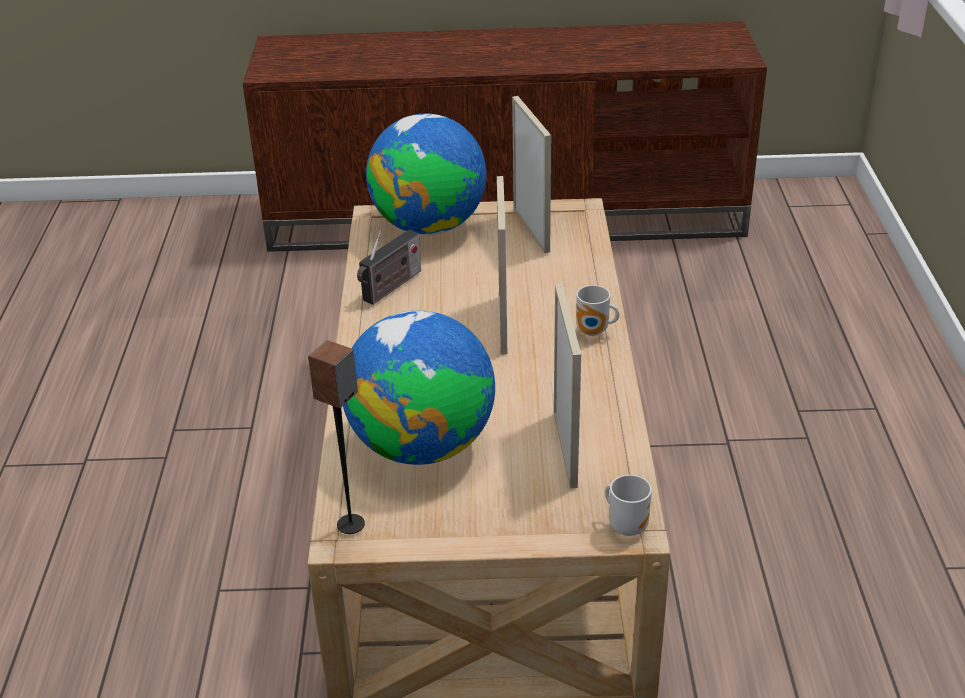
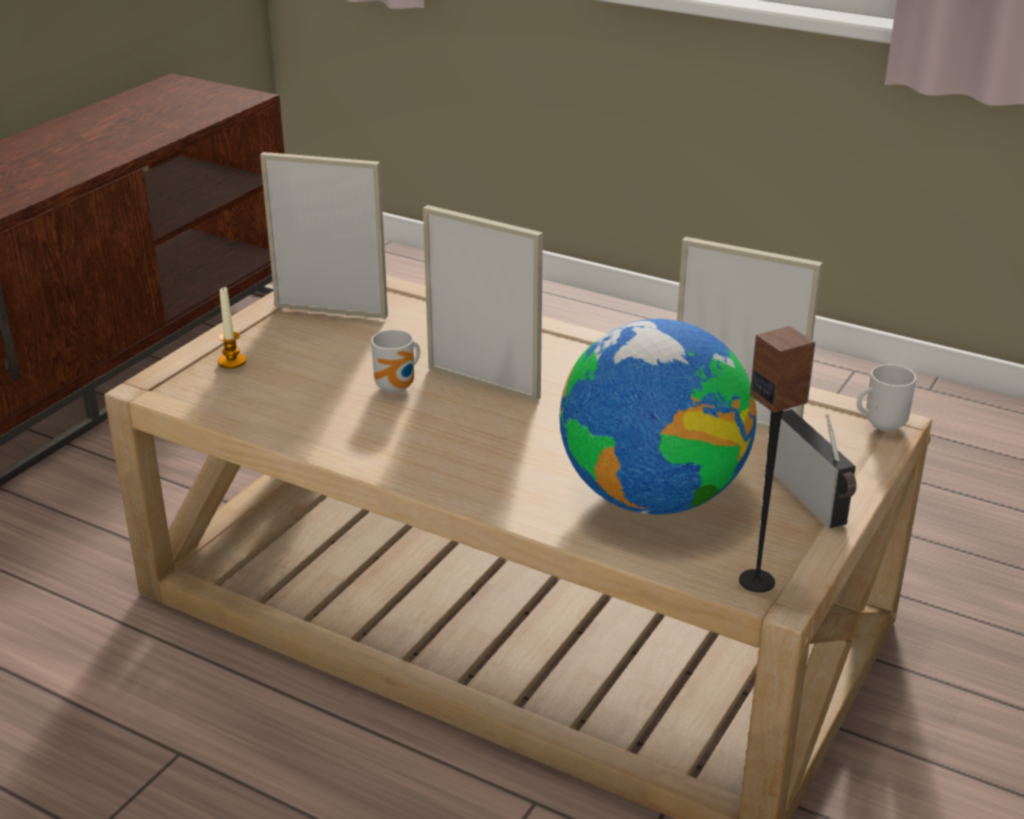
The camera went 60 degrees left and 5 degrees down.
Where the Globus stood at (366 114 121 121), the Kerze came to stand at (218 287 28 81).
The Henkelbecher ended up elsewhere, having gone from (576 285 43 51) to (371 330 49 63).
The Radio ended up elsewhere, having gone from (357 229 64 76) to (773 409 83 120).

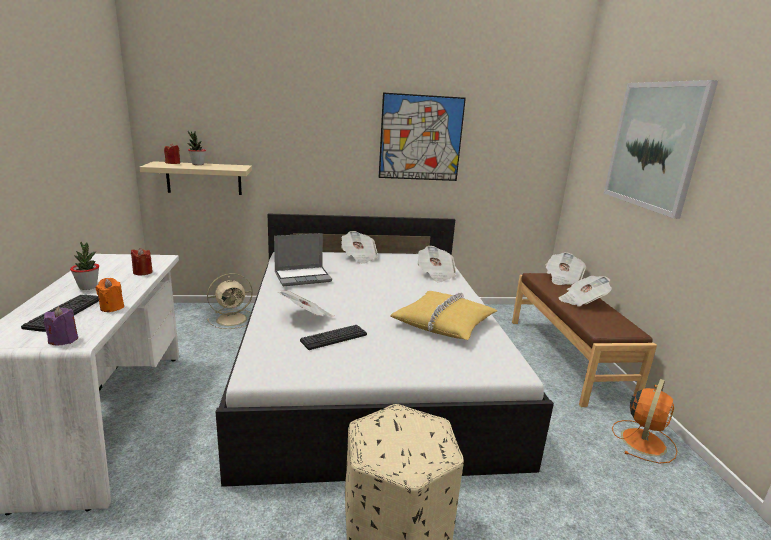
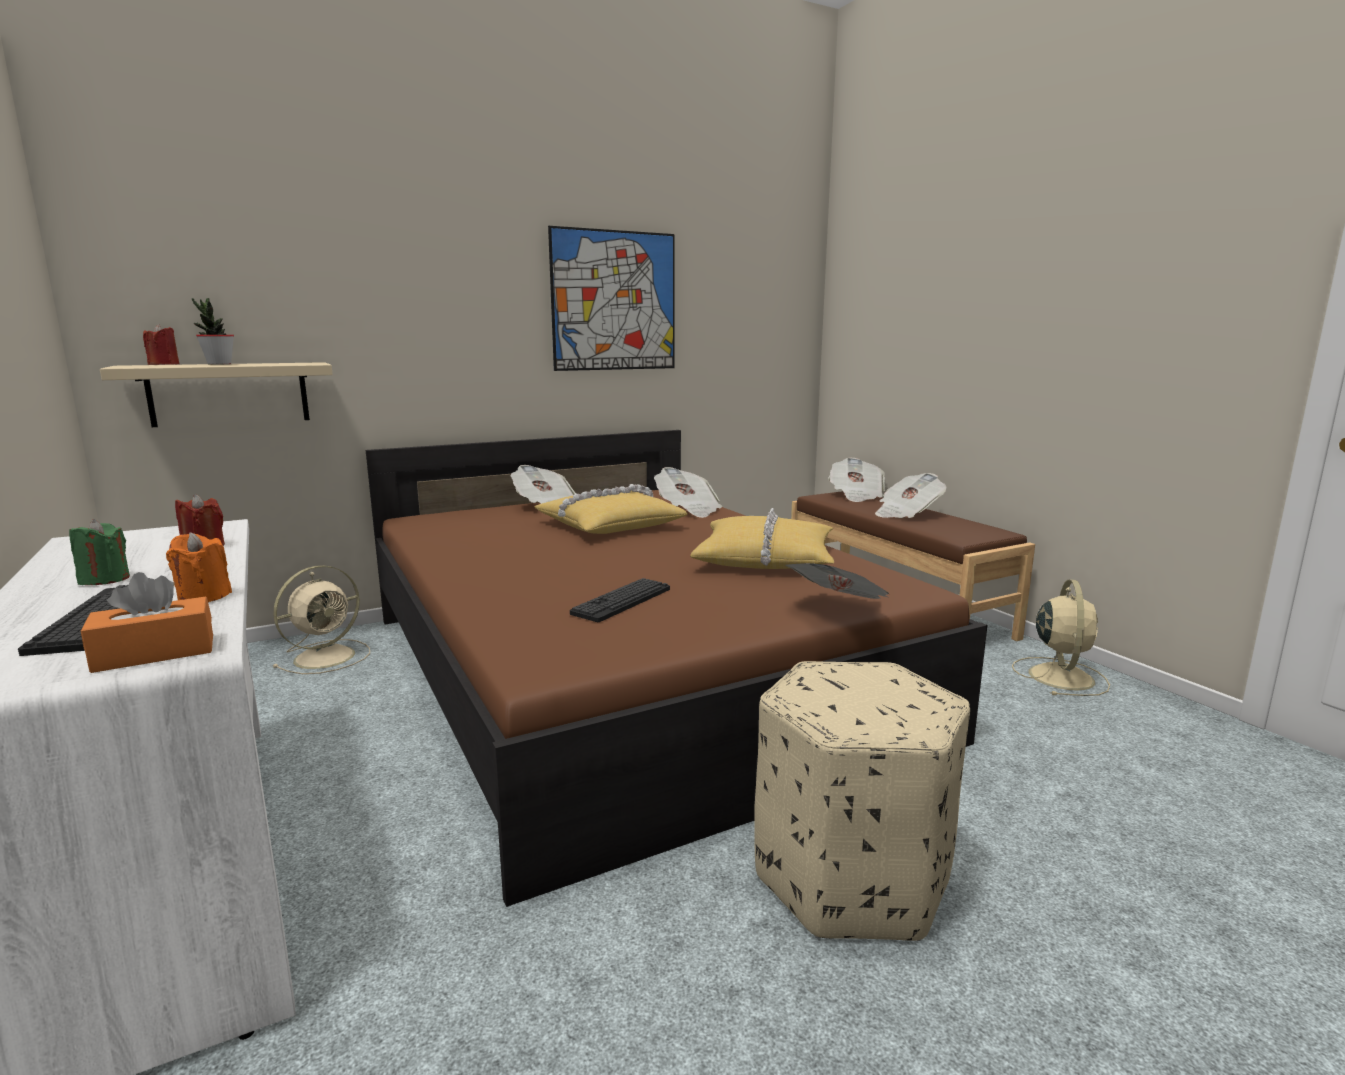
The camera went 20 degrees left and 5 degrees down.
Where the Topfpflanze stood at (70 242 29 48), the Kerze/grün came to stand at (69 519 61 66).
Where the Kerze/lila stood at (44 307 34 38), the Taschentuchbox/orange came to stand at (81 572 132 101).
What was the Bett/weiß at (216 214 338 273) turned into the Bett/braun at (366 430 621 477).
The second view gained the Kissen/gelb at (535 484 153 50).
The Zeitung ended up elsewhere, having gone from (278 291 56 26) to (785 563 104 36).
What was the Ventilator/orange at (612 379 66 85) turned into the Ventilator/beige at (1012 579 98 117).
The second view lost the Laptop at (274 233 58 53).
The second view lost the Bild at (604 80 114 139).

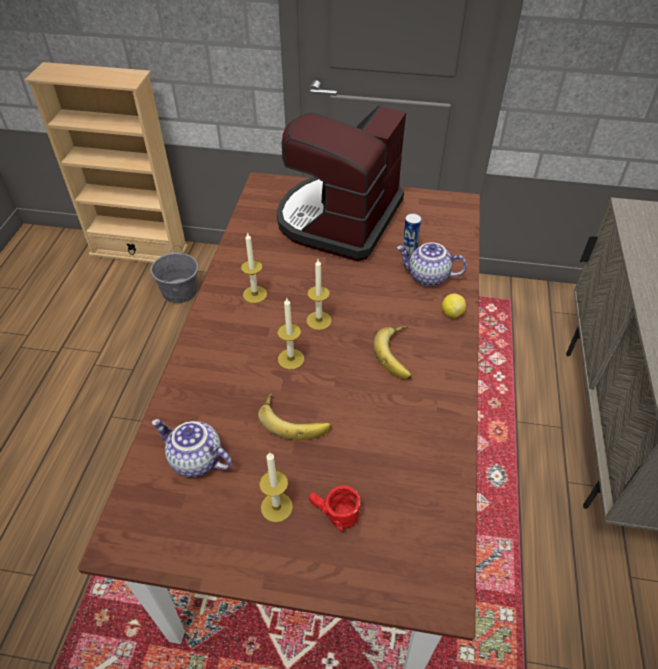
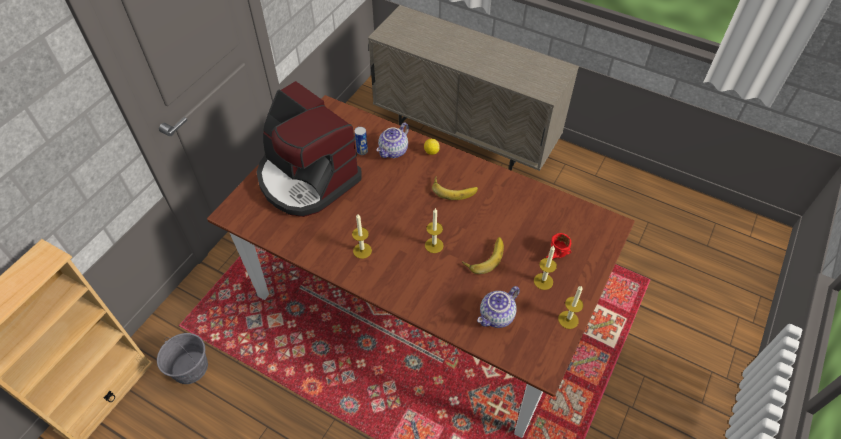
The camera went 70 degrees left and 5 degrees up.
The Kerze ended up elsewhere, having gone from (306 259 26 71) to (558 285 25 44).

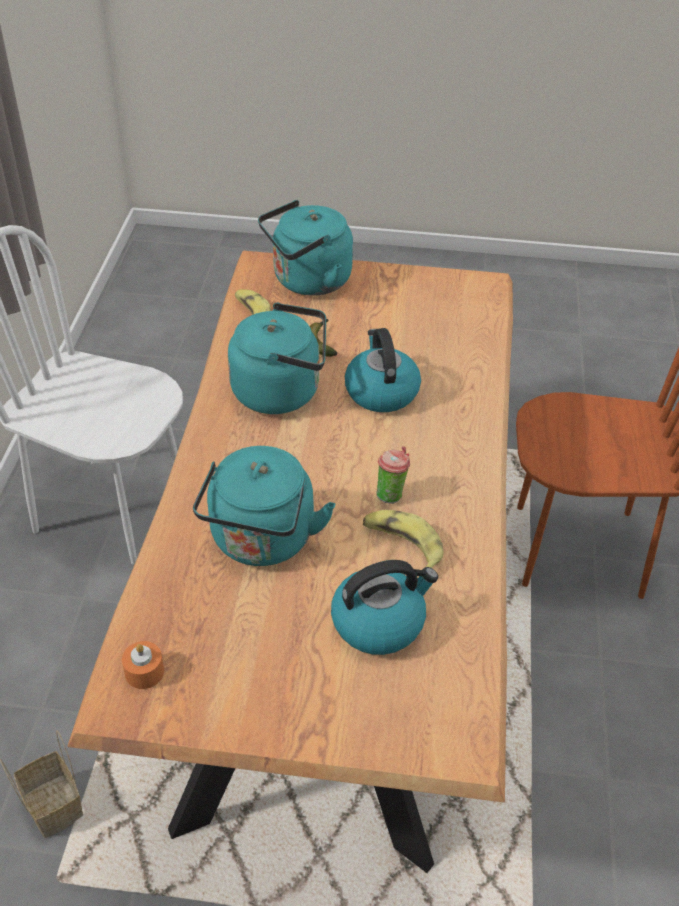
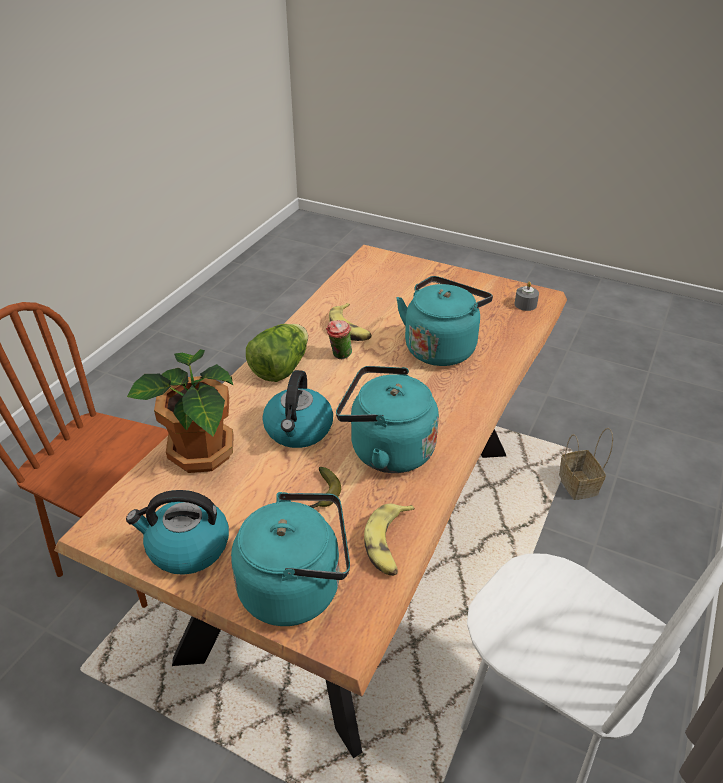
The camera went 160 degrees left and 5 degrees down.
The Wasserkessel ended up elsewhere, having gone from (331 560 107 95) to (126 490 103 85).
The second view gained the Topfpflanze at (127 349 107 124).
The second view gained the Salatkopf at (246 324 62 58).
What was the Kerze/orange at (122 641 42 48) turned into the Kerze/grau at (515 282 24 29).

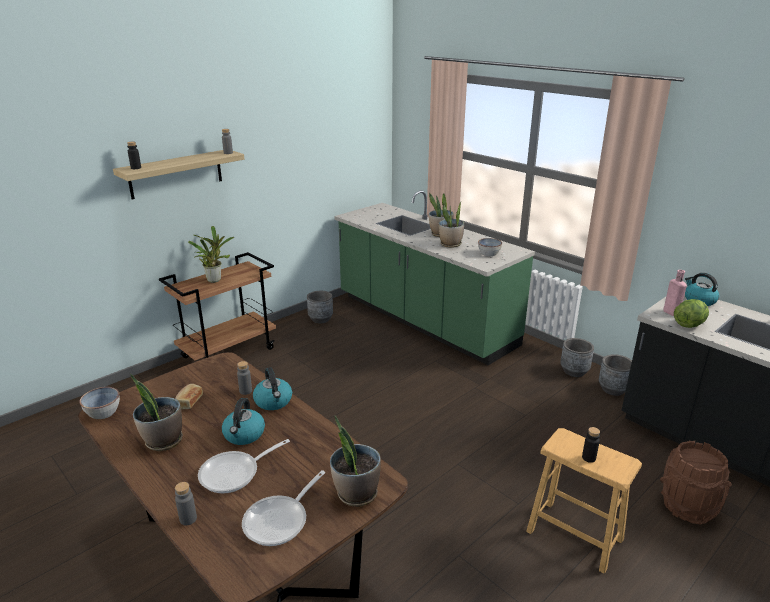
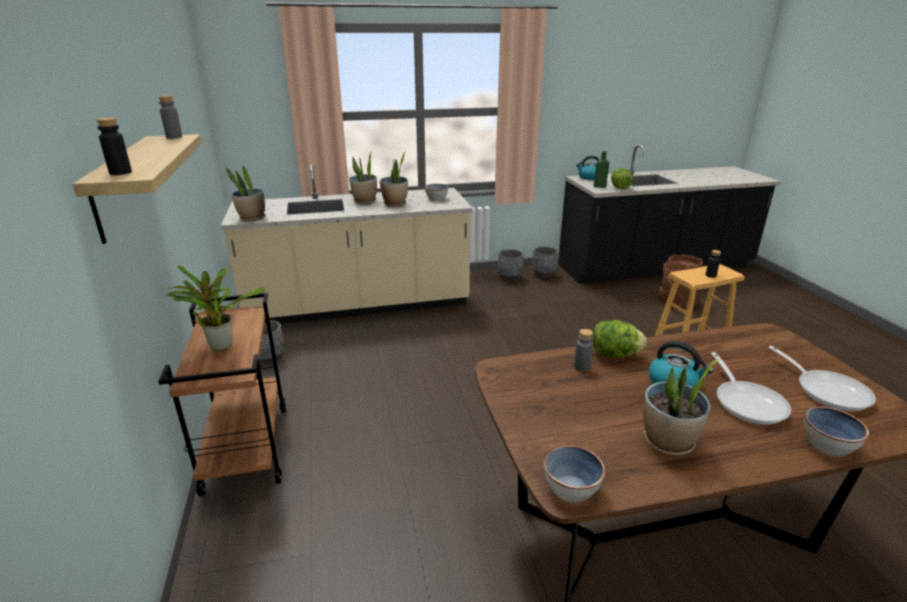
The camera went 60 degrees left and 0 degrees up.
What was the Küchenzeile/grün at (334 191 201 174) turned into the Küchenzeile/beige at (221 164 252 160).
The Topfpflanze ended up elsewhere, having gone from (330 416 51 91) to (226 166 39 55).
Where the Wasserkessel stood at (253 367 39 43), the Salatkopf came to stand at (593 320 53 38).
What was the Flasche/rosa at (663 270 24 46) turned into the Flasche/grün at (594 151 15 37).
Where the Flasche/grau stood at (175 482 22 43), the Schüssel came to stand at (803 406 66 50).
The second view lost the Brot at (175 384 28 26).

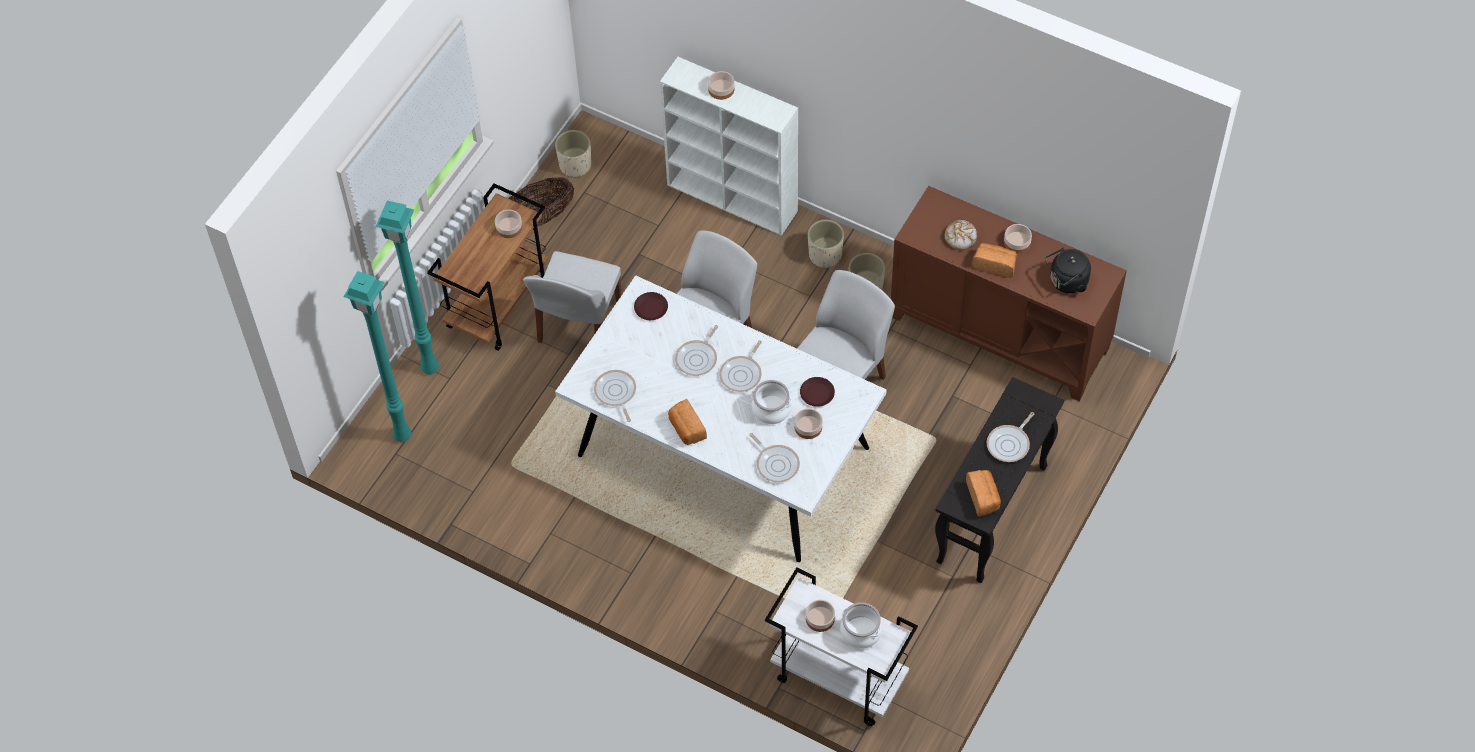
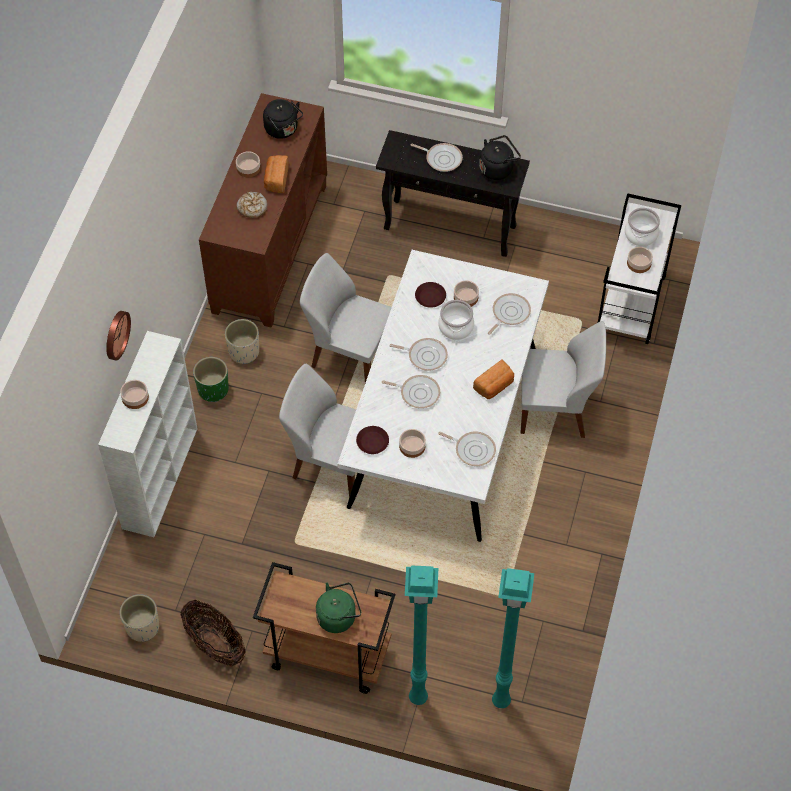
The camera went 105 degrees left and 0 degrees up.
The second view gained the Wanduhr at (106 311 25 50).
What was the Pflanzkübel/beige at (808 220 36 48) turned into the Pflanzkübel/grün at (193 357 36 45).
The second view gained the Wasserkessel/grün at (316 583 45 50).
The Schüssel ended up elsewhere, having gone from (495 210 27 28) to (399 429 27 29).
The Pfanne at (594 370 42 52) ended up facing another way, 120 degrees counterclockwise from before.
Where the Brot stood at (966 470 35 47), the Wasserkessel/schwarz came to stand at (479 135 42 45).
The Stuhl/weiß ended up elsewhere, having gone from (523 251 99 92) to (521 321 85 117).

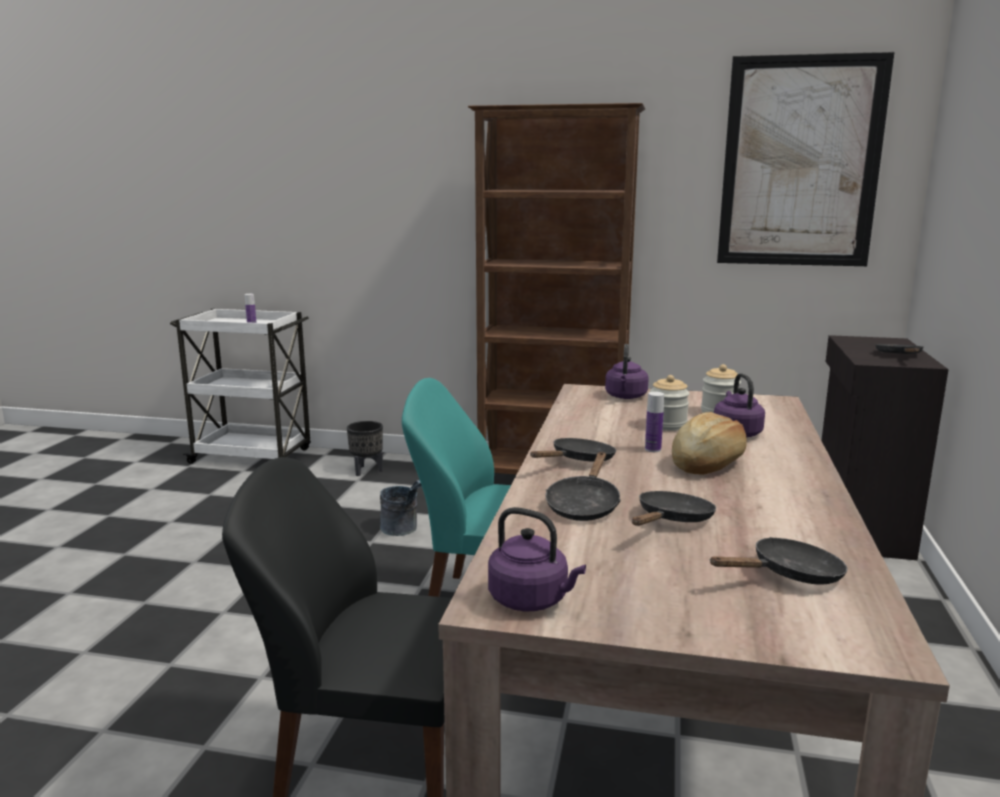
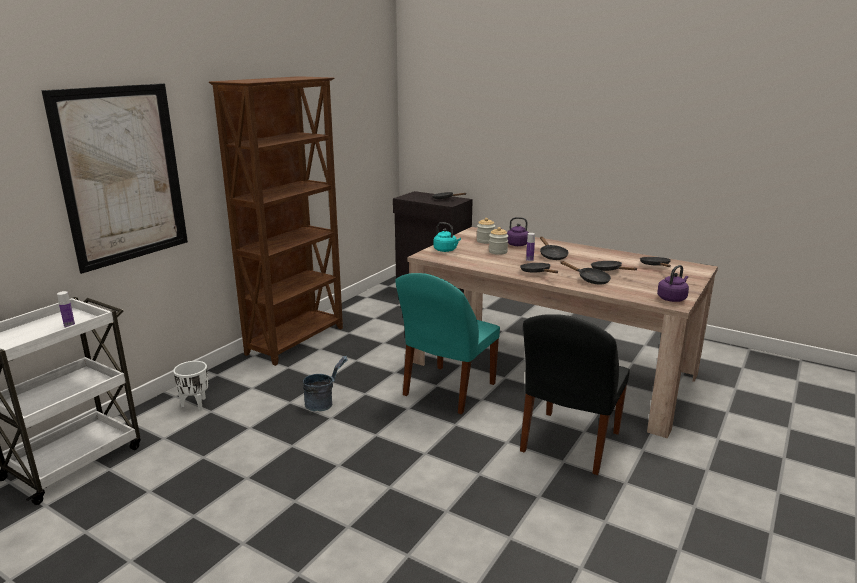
The camera went 70 degrees left and 5 degrees up.
The Bild ended up elsewhere, having gone from (717 52 178 214) to (41 83 147 191).
What was the Pflanzkübel/schwarz at (347 421 36 55) turned into the Pflanzkübel/weiß at (173 361 36 50).
What was the Wasserkessel/lila at (605 344 44 55) turned into the Wasserkessel/türkis at (434 222 27 30).
Where the Brot stood at (672 412 75 63), the Pfanne/schwarz came to stand at (540 237 29 23).

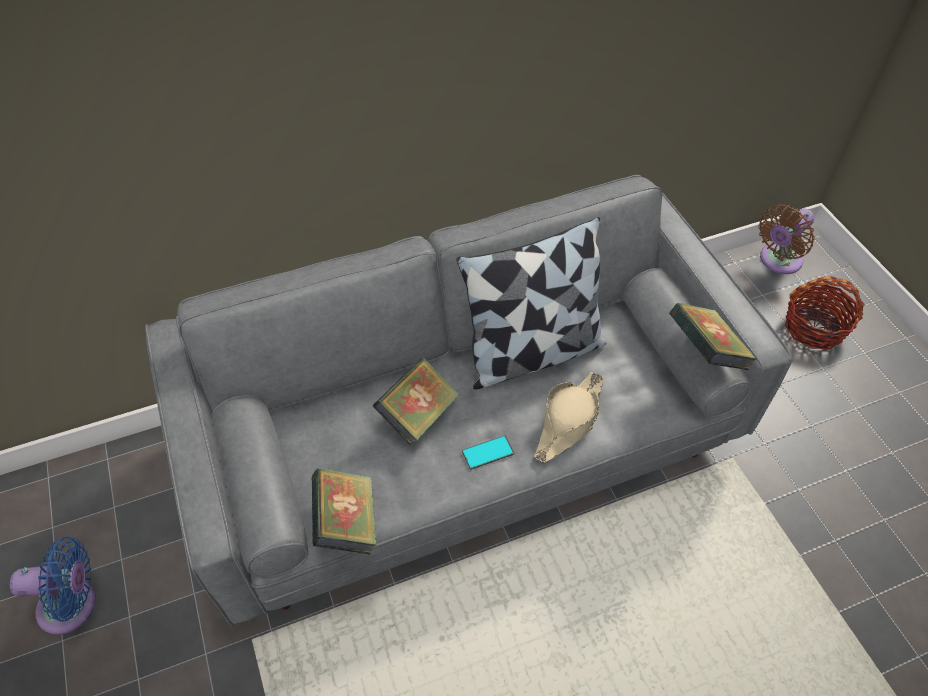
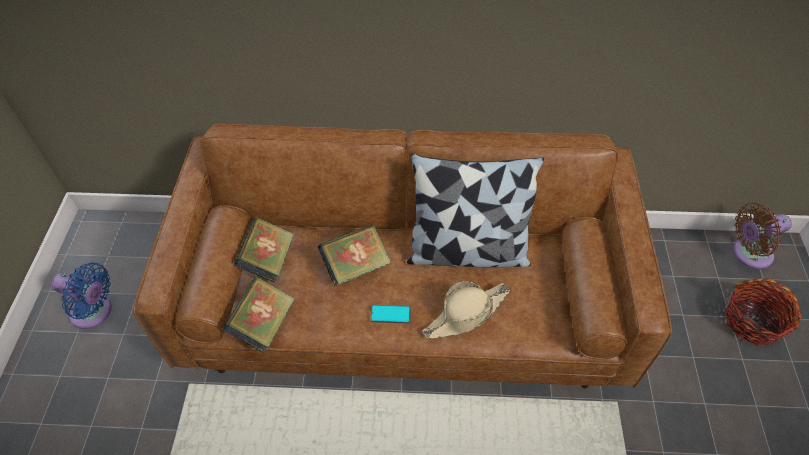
The camera went 25 degrees right and 0 degrees up.
What was the Sofa/grau at (145 175 648 452) turned into the Sofa/braun at (133 124 539 264).
The Buch ended up elsewhere, having gone from (669 303 88 67) to (234 217 60 66).

